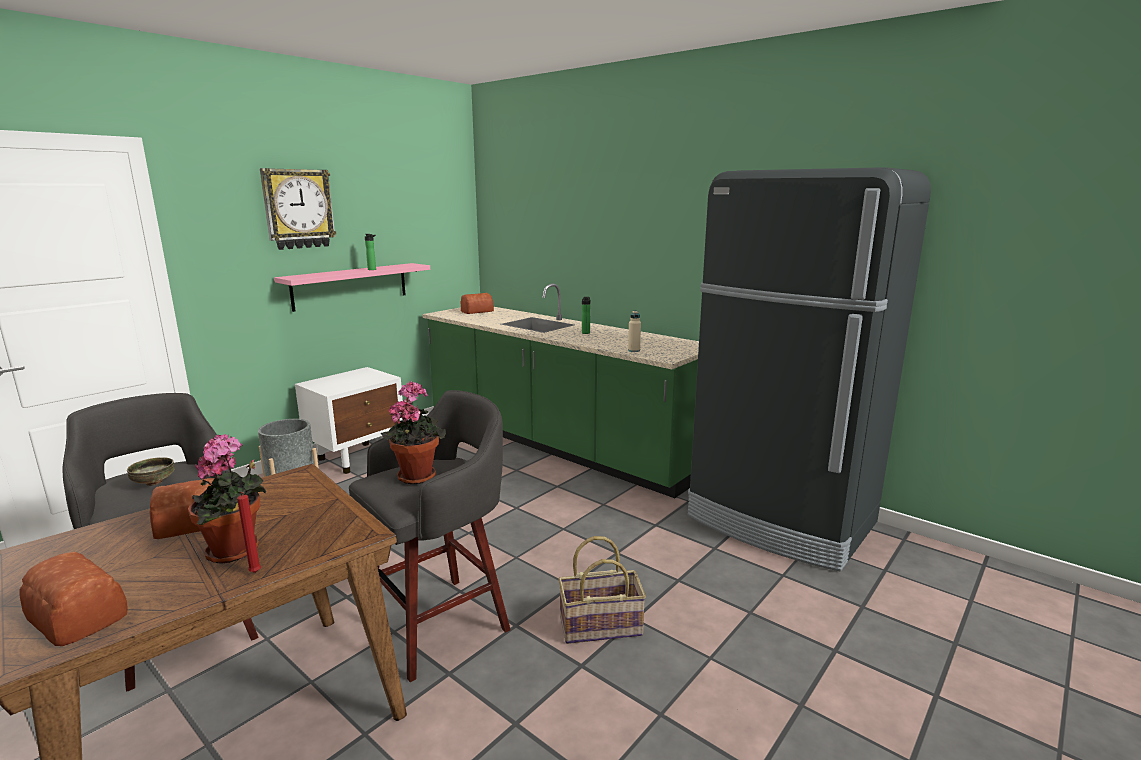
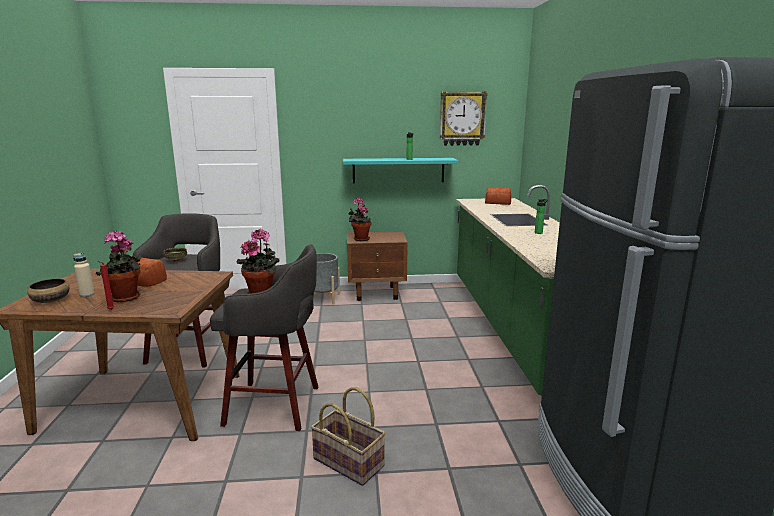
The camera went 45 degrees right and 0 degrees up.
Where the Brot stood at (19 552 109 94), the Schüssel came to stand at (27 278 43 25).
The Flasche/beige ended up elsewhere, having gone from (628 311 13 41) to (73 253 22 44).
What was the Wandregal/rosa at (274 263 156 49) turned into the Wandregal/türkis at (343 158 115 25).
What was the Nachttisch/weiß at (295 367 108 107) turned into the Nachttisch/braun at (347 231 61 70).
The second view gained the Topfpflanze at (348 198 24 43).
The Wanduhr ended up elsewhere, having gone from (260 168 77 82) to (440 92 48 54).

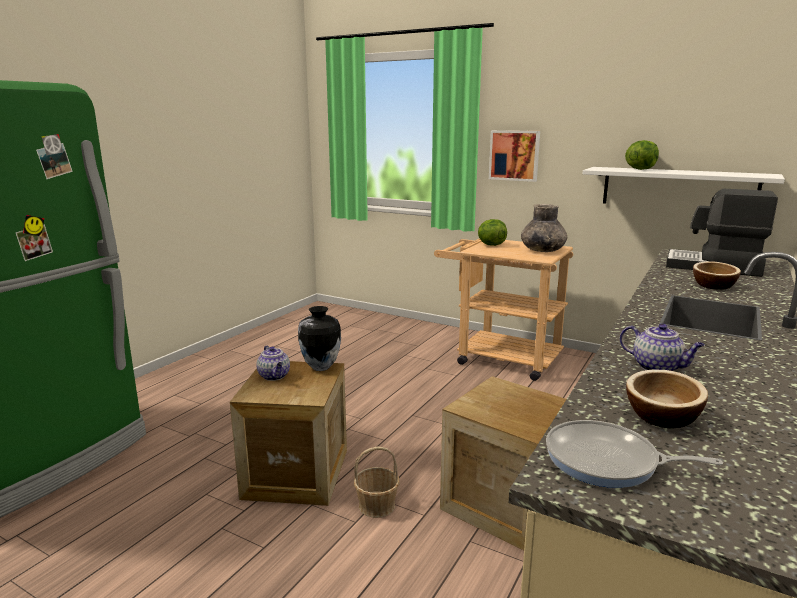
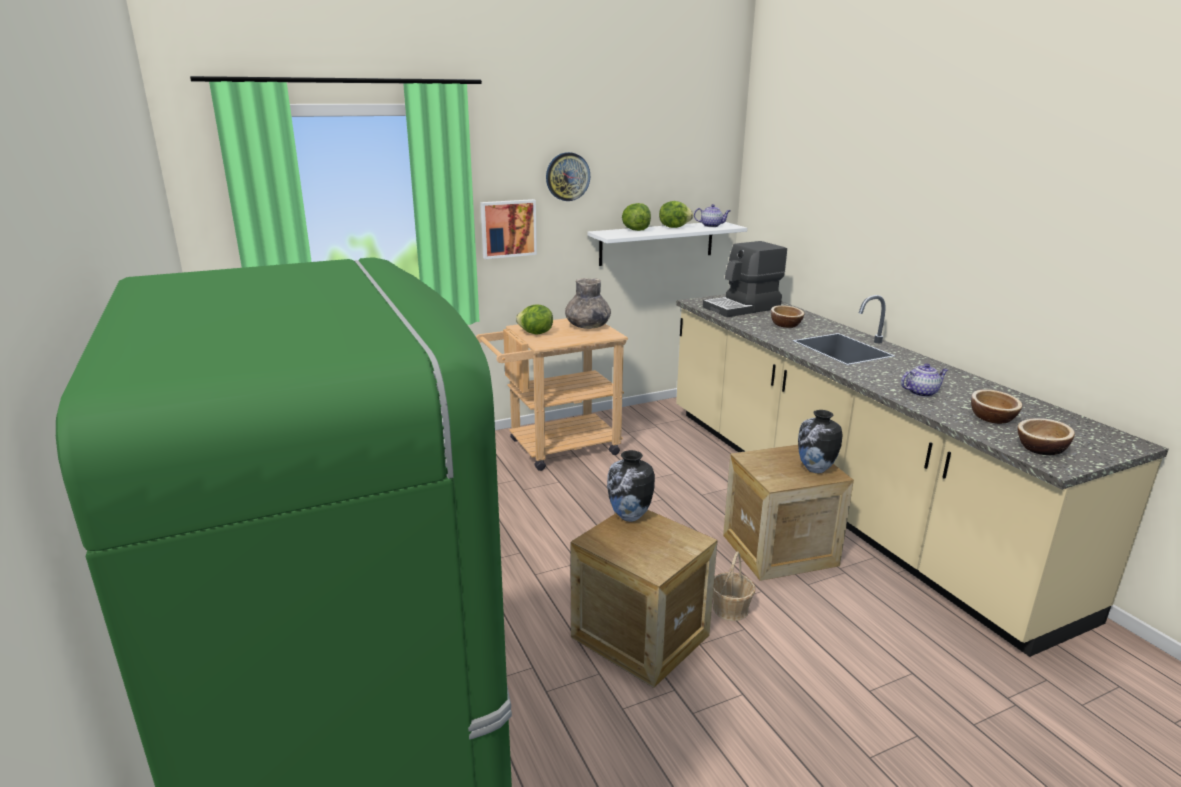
The camera went 55 degrees left and 5 degrees up.
The second view gained the Wanduhr at (546 152 44 49).
The second view gained the Salatkopf at (659 201 34 27).
The Teekanne ended up elsewhere, having gone from (256 345 34 36) to (694 204 37 23).
The second view gained the Vase at (798 410 45 63).
Where the Pfanne stood at (546 420 177 68), the Schüssel came to stand at (1018 418 57 37).

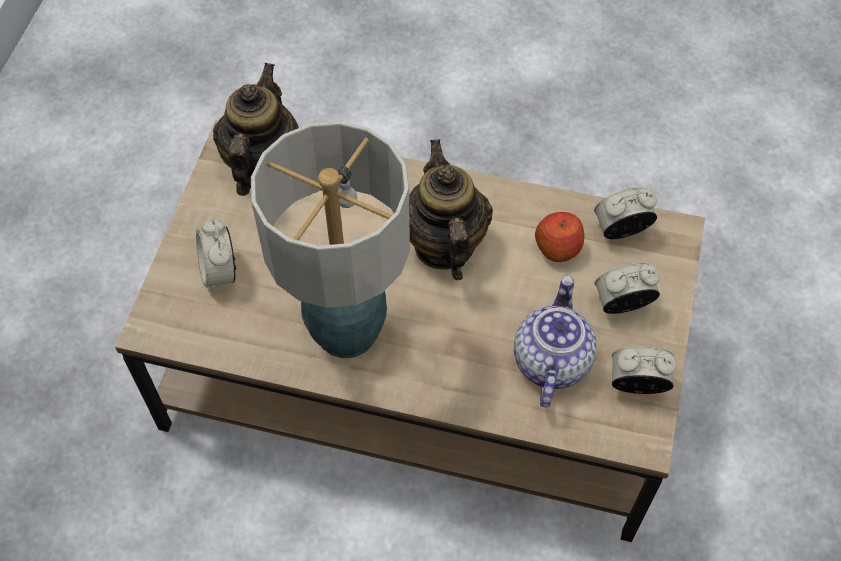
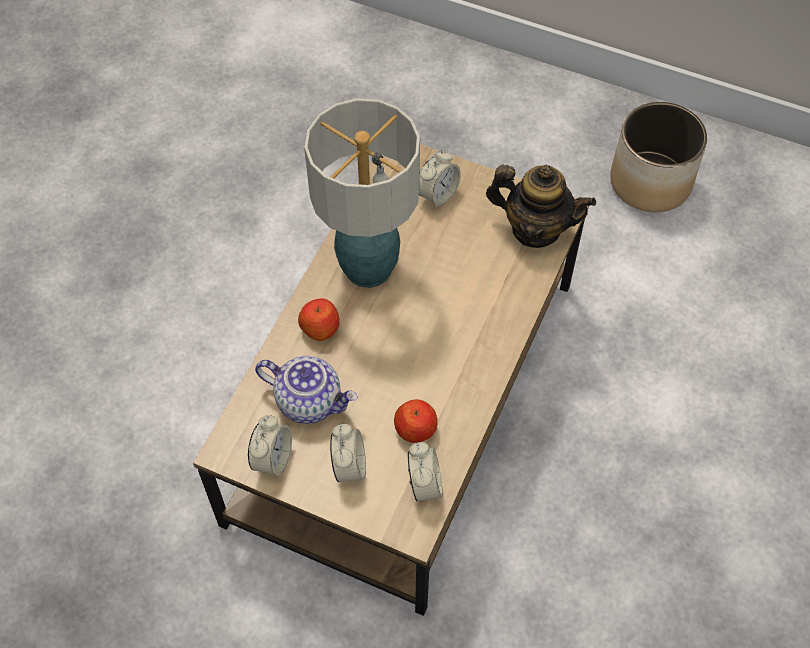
The camera went 100 degrees right and 0 degrees up.
The second view gained the Apfel at (298 298 42 43).
The Wecker at (196 218 40 74) ended up facing another way, 135 degrees clockwise from before.
The second view gained the Pflanzkübel at (610 102 97 110).
The second view lost the Teekanne at (409 139 84 141).

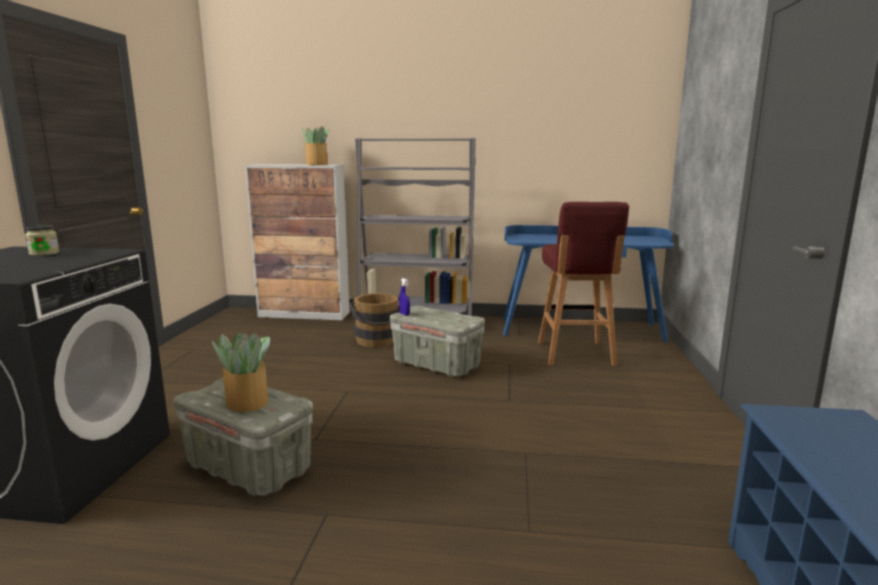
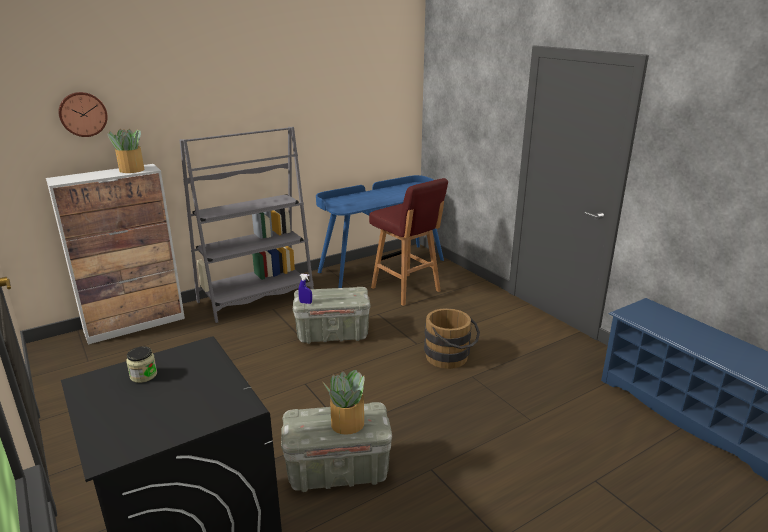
The camera went 40 degrees left and 10 degrees up.
The second view gained the Wanduhr at (58 92 50 45).
The Eimer/braun ended up elsewhere, having gone from (350 293 49 54) to (424 308 56 61).

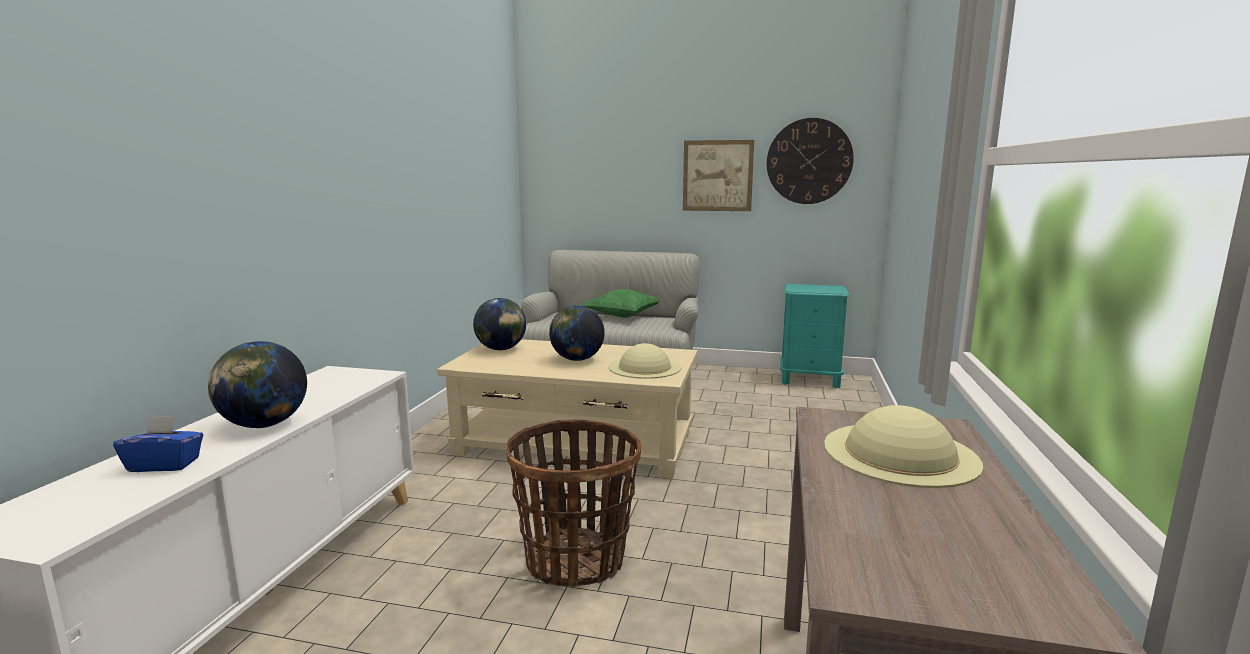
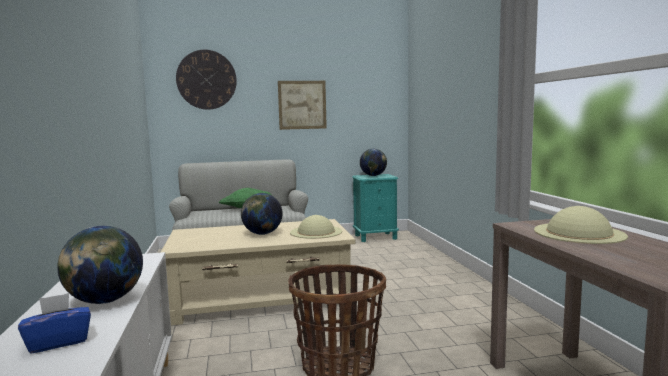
The camera went 25 degrees left and 5 degrees down.
The Wanduhr ended up elsewhere, having gone from (767 118 87 86) to (176 50 61 60).
The Globus ended up elsewhere, having gone from (473 298 53 52) to (360 149 27 27).

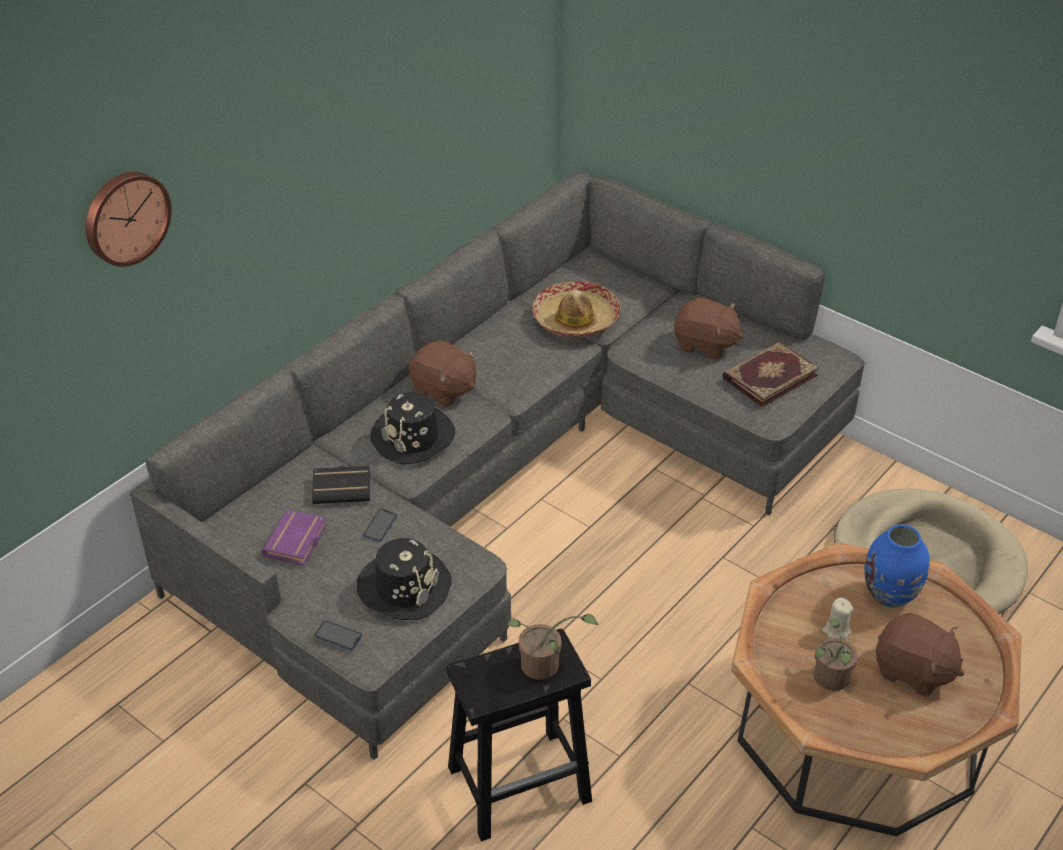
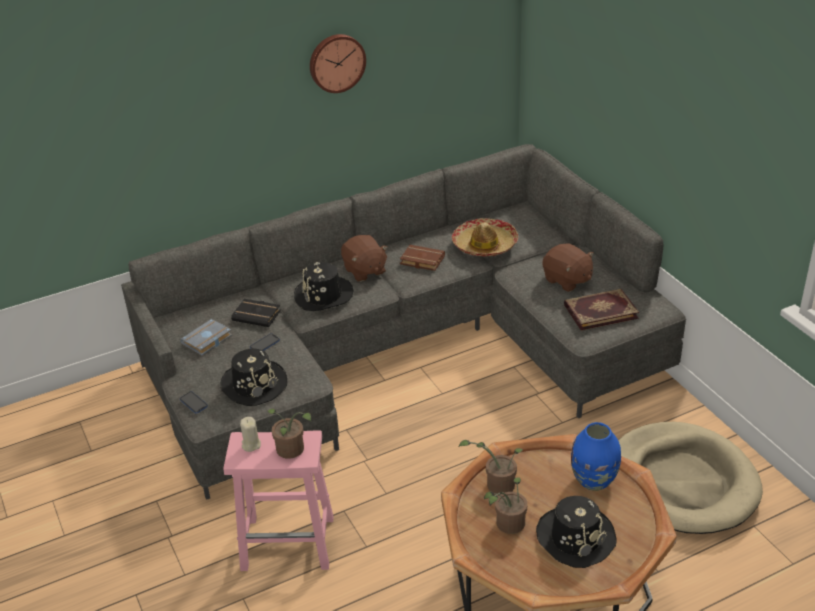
The camera went 25 degrees right and 5 degrees down.
What was the Buch/lila at (261 509 66 56) turned into the Buch/grau at (180 319 52 36).
What was the Hocker/schwarz at (446 629 146 213) turned into the Hocker/rosa at (223 430 111 141).
The Kerze/beige ended up elsewhere, having gone from (822 598 32 42) to (240 417 21 35).
The Wanduhr ended up elsewhere, having gone from (86 172 86 95) to (310 34 56 59).
The second view gained the Buch/braun at (400 245 45 26).
The second view gained the Topfpflanze at (458 440 65 55).
Where the Plüschtier/braun stood at (876 613 88 84), the Hut/schwarz came to stand at (536 496 81 72).

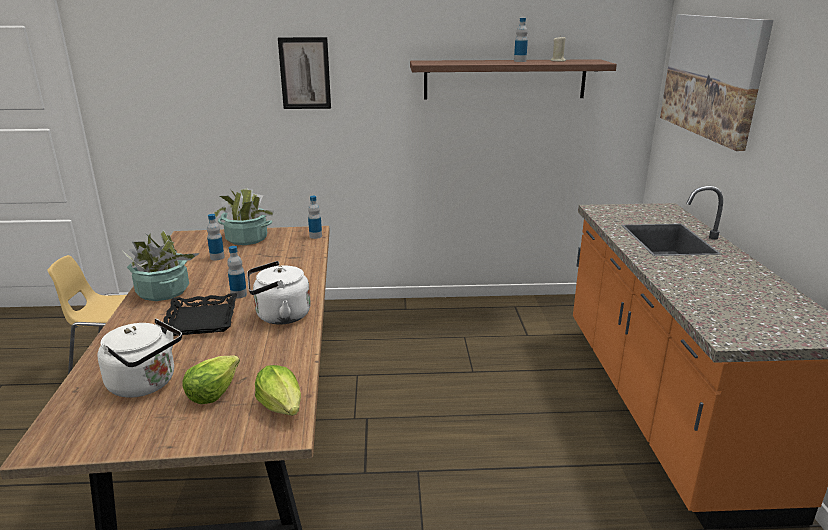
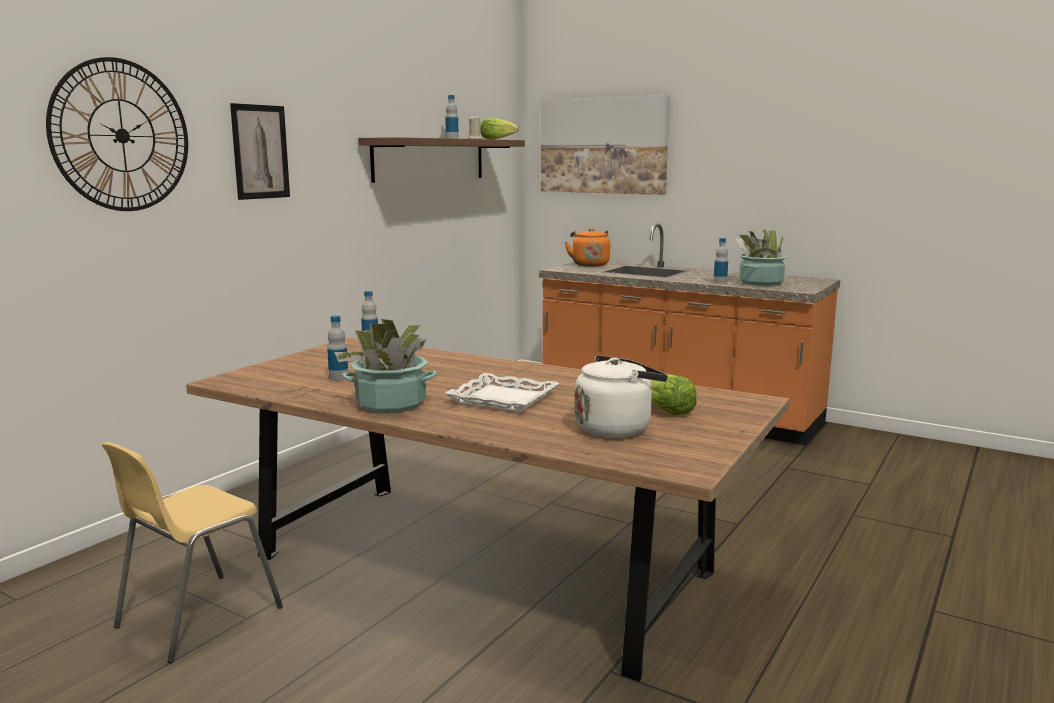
The camera went 55 degrees left and 10 degrees down.
The second view gained the Wanduhr at (46 57 142 154).
What was the Tablett/schwarz at (161 293 76 43) turned into the Tablett/weiß at (445 373 114 39).
The Salatkopf ended up elsewhere, having gone from (255 365 46 51) to (481 118 38 21).
The second view gained the Wasserkessel/orange at (565 228 45 38).
The Flasche ended up elsewhere, having gone from (227 246 20 53) to (713 238 15 46).
The Topfpflanze ended up elsewhere, having gone from (212 188 62 57) to (735 229 53 57).
The second view lost the Wasserkessel/weiß at (247 261 64 64).

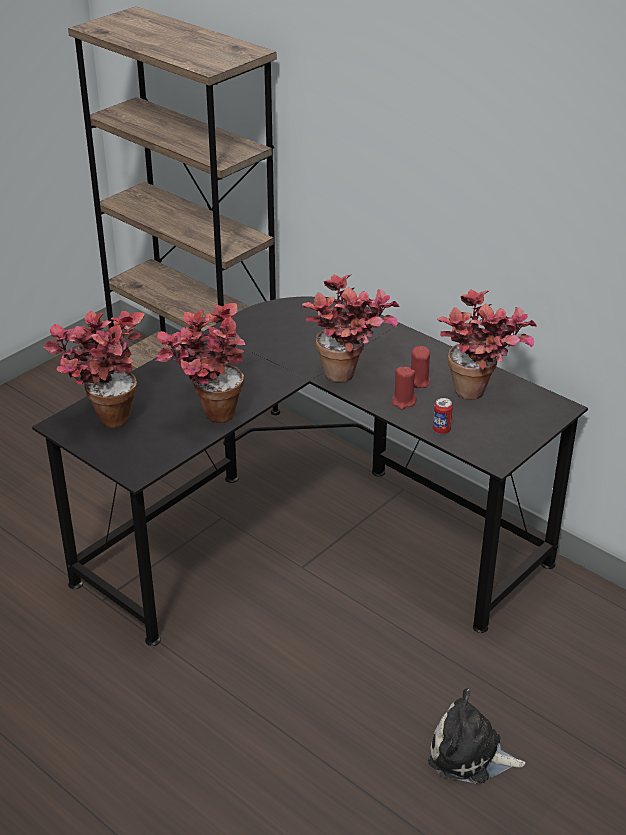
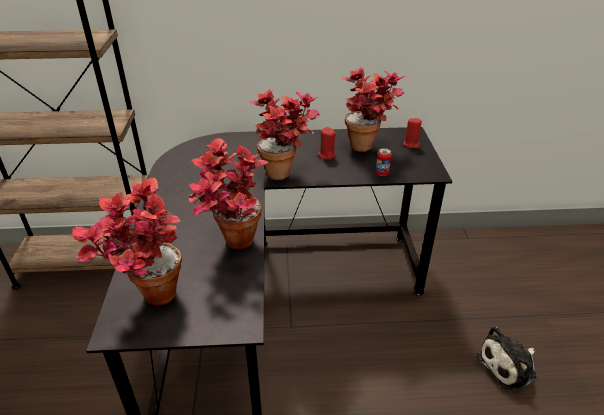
The camera went 45 degrees left and 0 degrees up.
The Kerze/rot ended up elsewhere, having gone from (392 367 25 43) to (403 118 19 30).

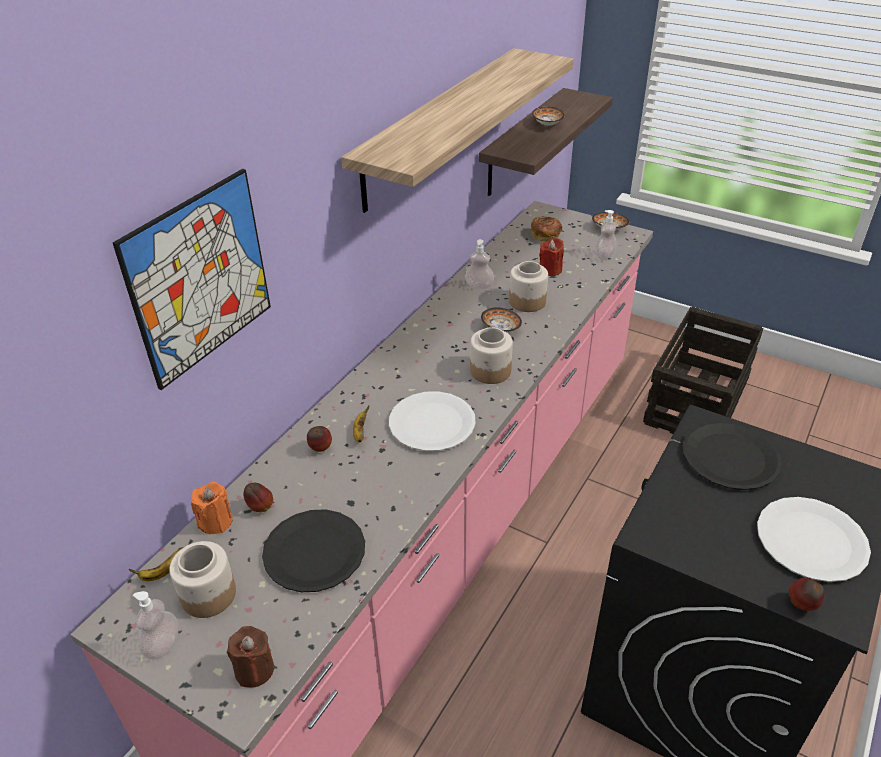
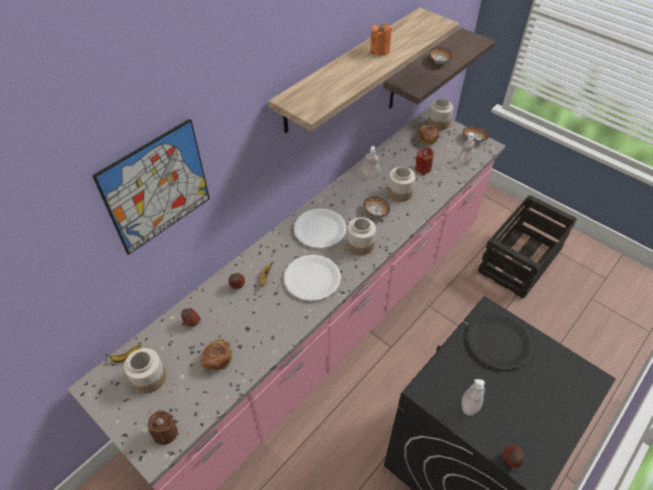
The camera went 10 degrees right and 10 degrees up.
Where the Teller/schwarz stood at (262 509 103 83), the Brot came to stand at (200 339 32 31).
The Teller/weiß ended up elsewhere, having gone from (757 497 114 85) to (294 208 53 40).
The Kerze/orange ended up elsewhere, having gone from (191 482 42 52) to (370 23 22 33).
The second view gained the Vorratsglas at (427 99 26 31).
The Seifenspender ended up elsewhere, having gone from (133 591 45 69) to (461 379 24 37).

